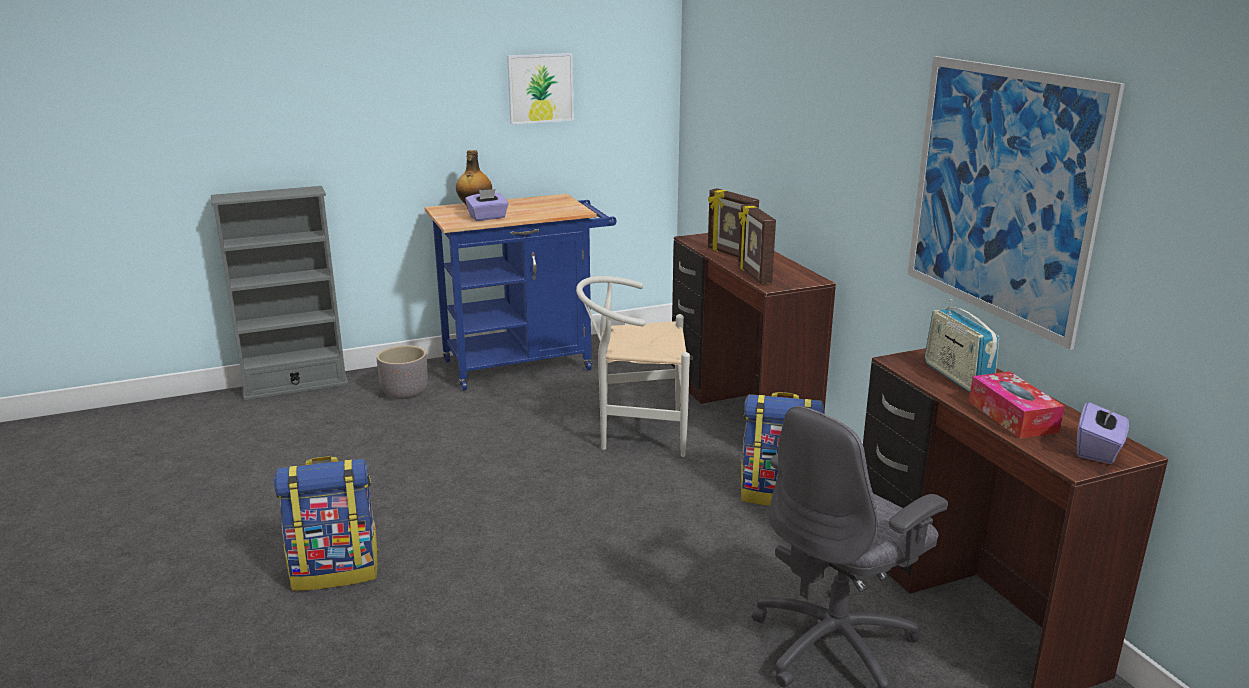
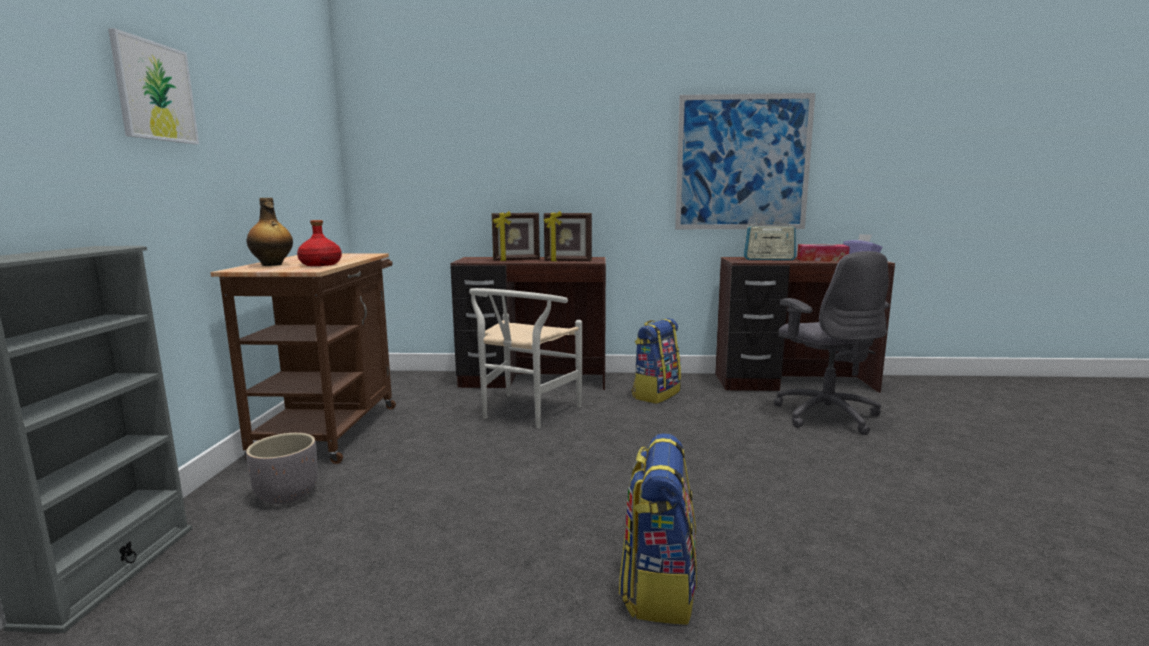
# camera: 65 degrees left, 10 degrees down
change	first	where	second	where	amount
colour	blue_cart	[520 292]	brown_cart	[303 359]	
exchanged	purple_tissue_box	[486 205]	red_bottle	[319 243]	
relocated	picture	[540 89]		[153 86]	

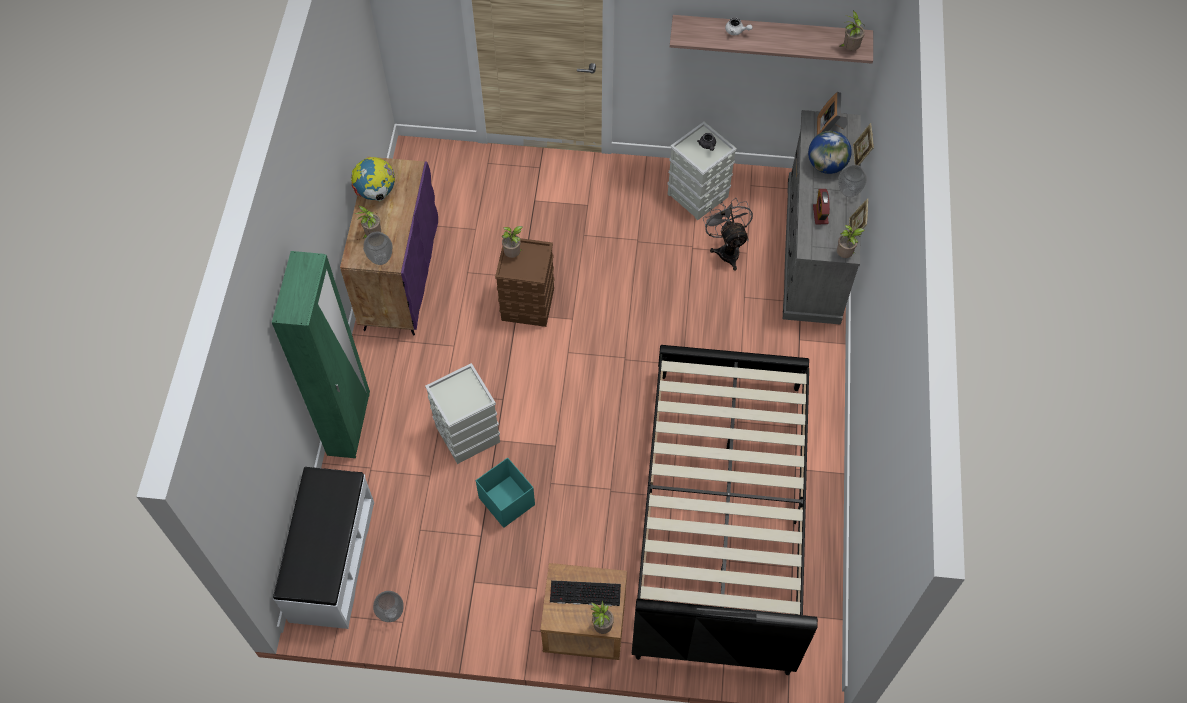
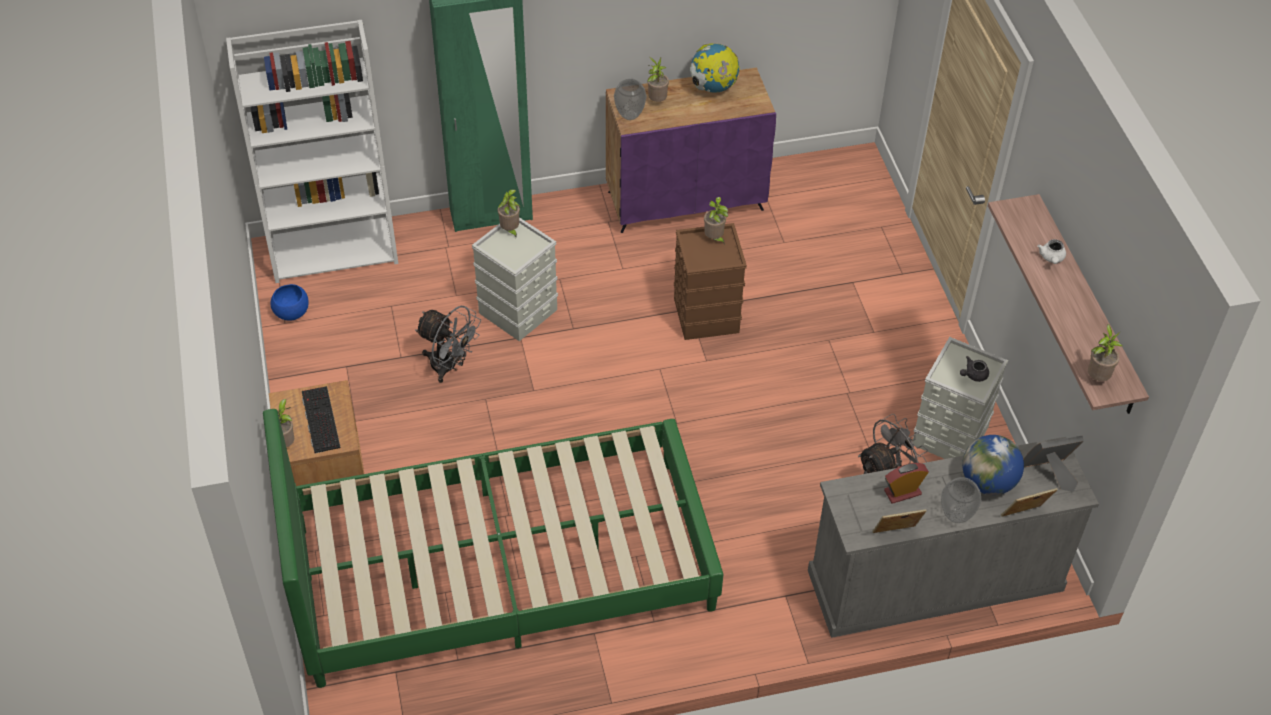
# camera: 70 degrees right, 10 degrees down
change	first	where	second	where	amount
exchanged	white_bench	[323 548]	white_bookcase	[312 151]	
exchanged	vase	[388 606]	blue_bowl	[290 302]	
exchanged	turquoise_storage_box	[505 492]	grey_fan	[448 344]	
colour	black_bed	[725 510]	green_bed	[493 548]	
relocated	potted_plant	[851 241]		[509 213]	

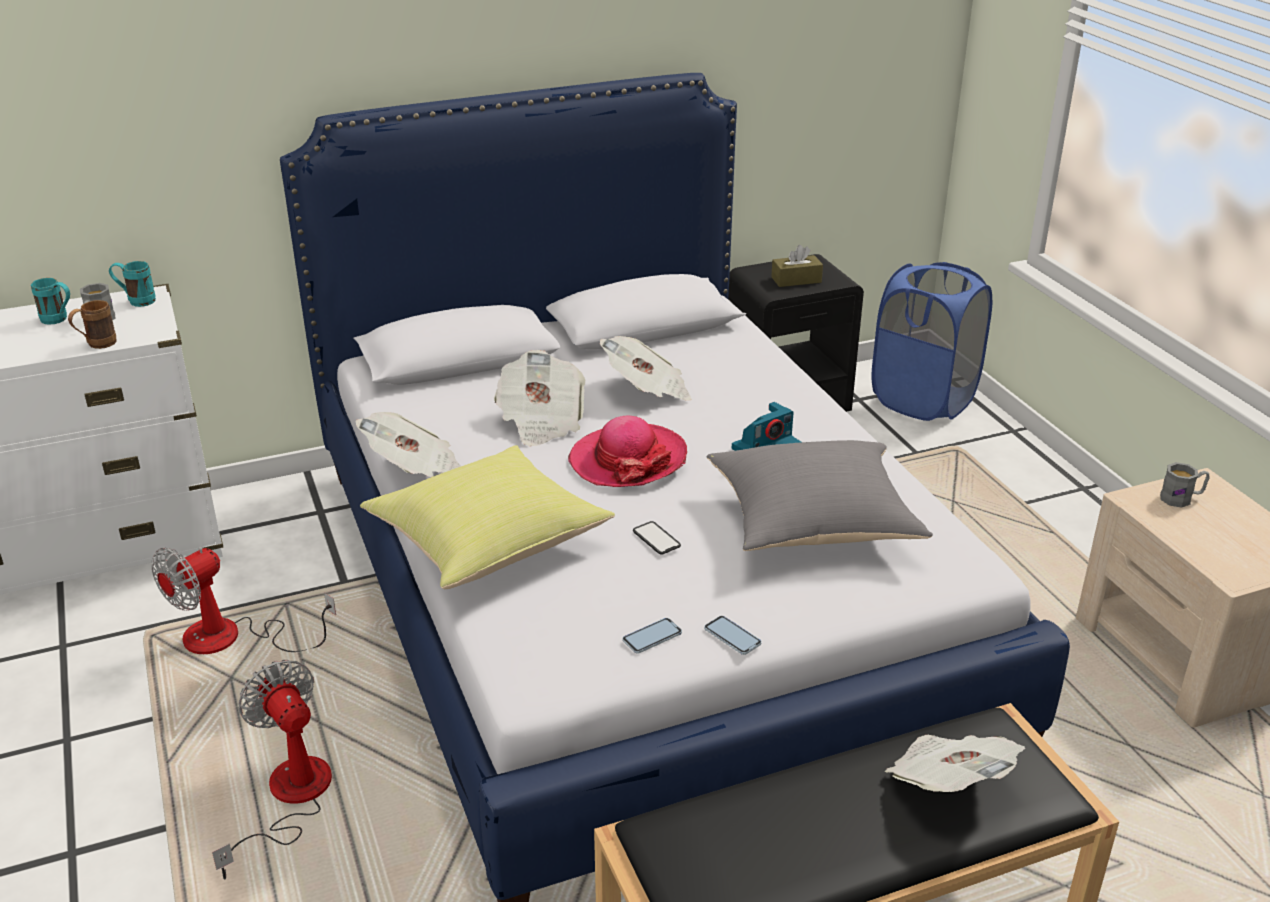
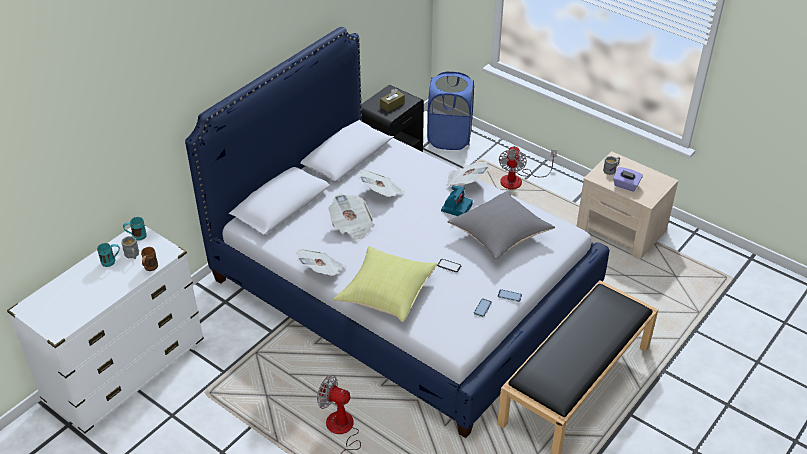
# camera: 30 degrees left, 10 degrees up
change	first	where	second	where	amount
relocated	fan	[243 600]		[528 167]	
missing	hat	[627 451]			
relocated	newspaper	[955 763]		[467 174]	
appeared			purple_tissue_box	[628 179]	

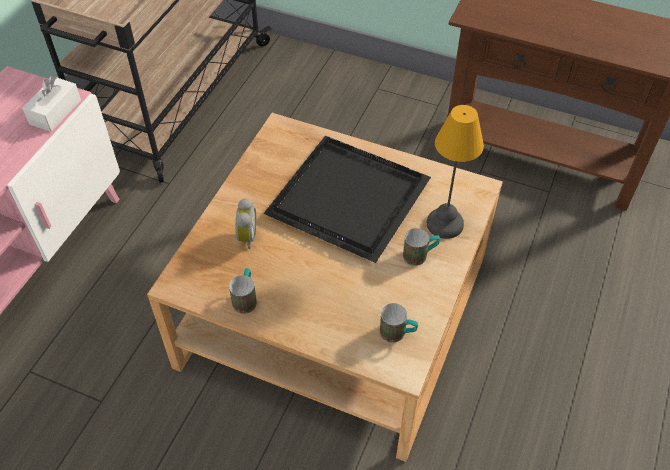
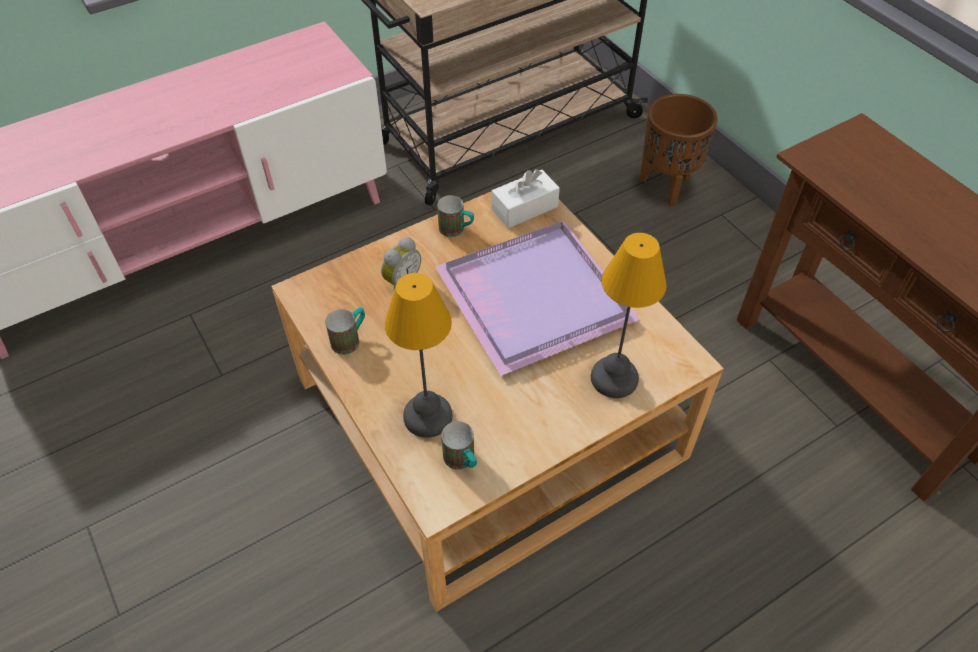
# camera: 35 degrees right, 0 degrees up
change	first	where	second	where	amount
relocated	white_tissue_box	[51 104]		[525 198]	
colour	black_tray	[347 199]	purple_tray	[537 298]	
relocated	mug	[421 247]		[455 216]	
appeared			table_lamp	[419 355]	
appeared			brown_planter	[679 150]	

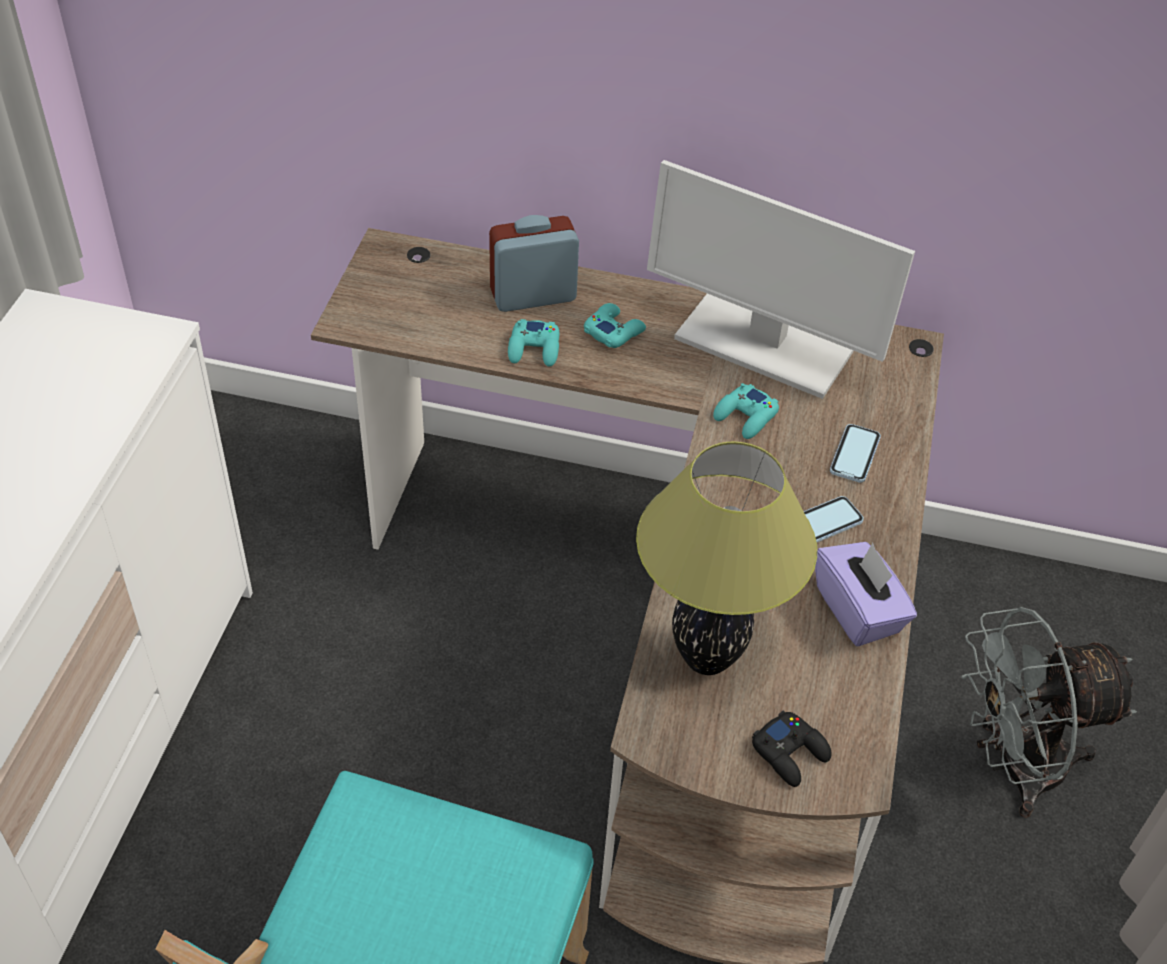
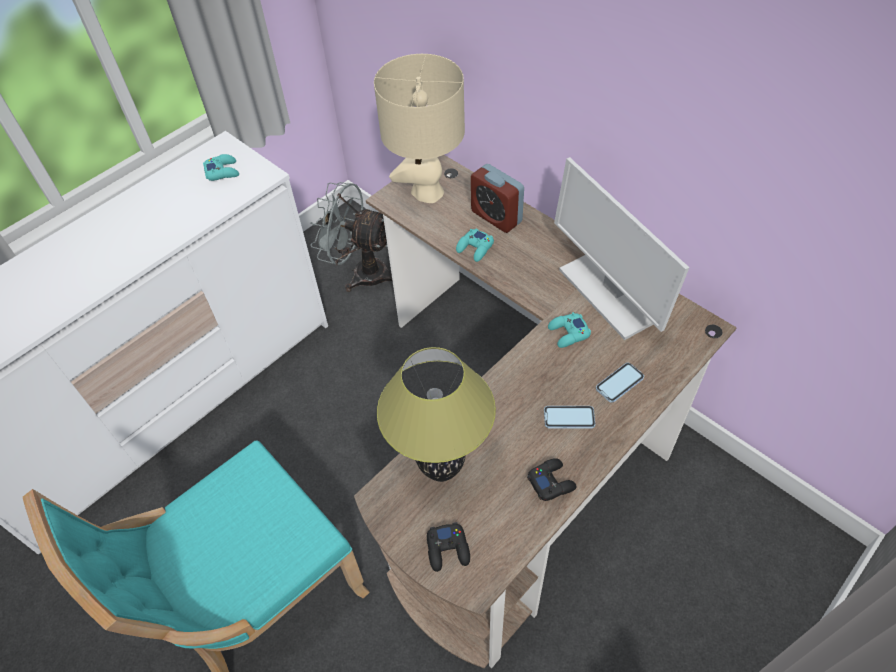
# camera: 35 degrees right, 5 degrees up
change	first	where	second	where	amount
spun	alarm_clock	[534 263]		[497 198]	150 degrees counterclockwise
relocated	turquoise_game_controller	[615 325]		[221 167]	
exchanged	purple_tissue_box	[866 594]	black_game_controller	[552 479]	
relocated	grey_fan	[1049 712]		[351 237]	
appeared			beige_table_lamp	[419 128]	

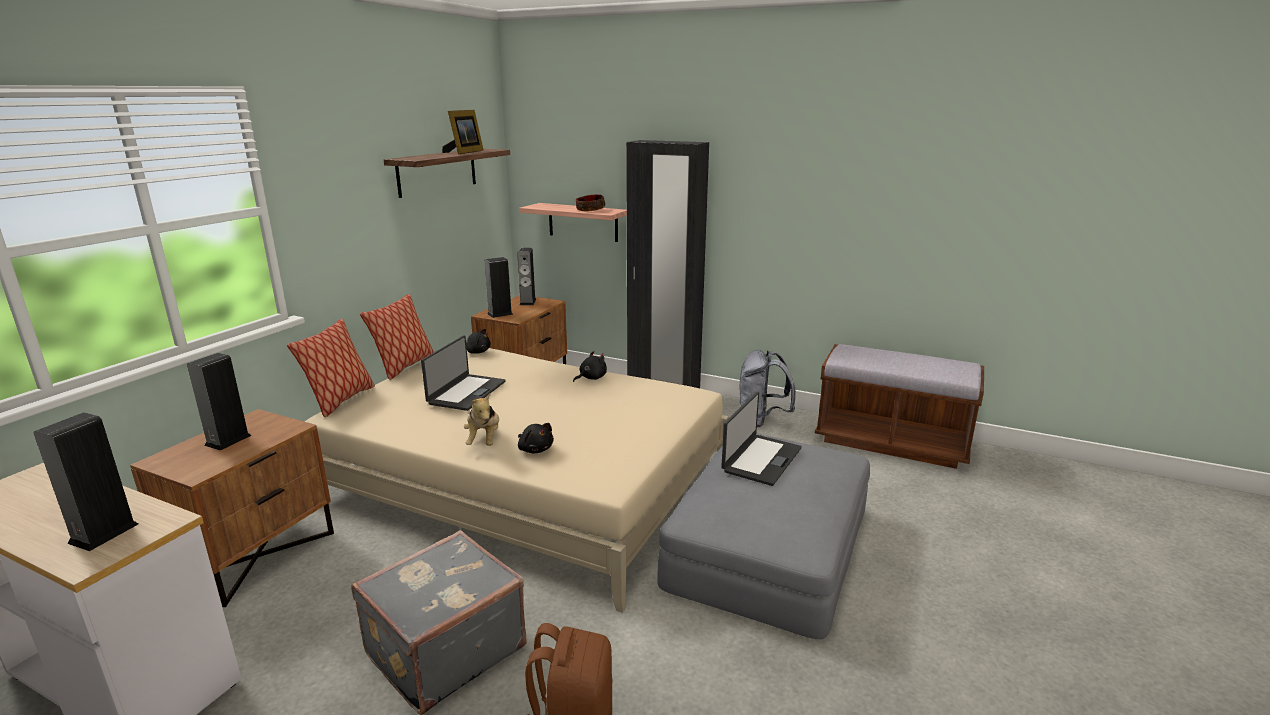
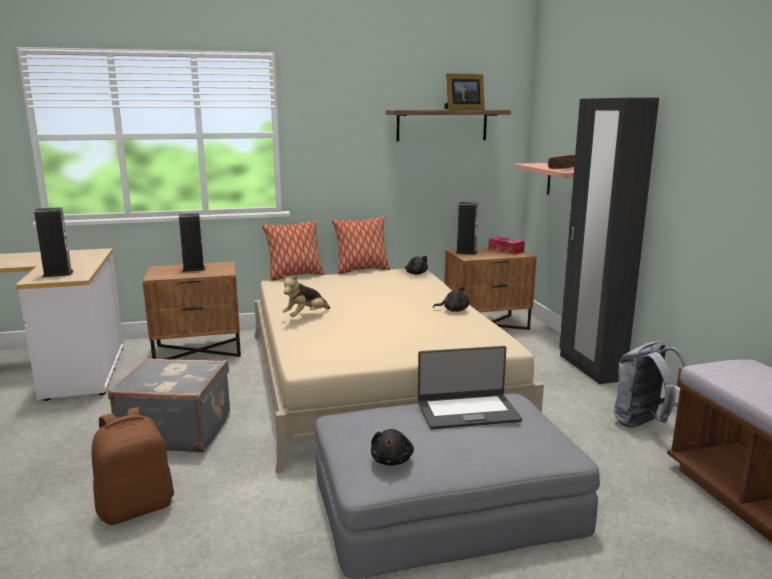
# camera: 50 degrees right, 5 degrees down
change	first	where	second	where	amount
missing	laptop	[463 373]			
exchanged	speaker	[526 276]	tissue_box	[506 245]	
relocated	black_plush_toy	[536 438]		[392 447]	

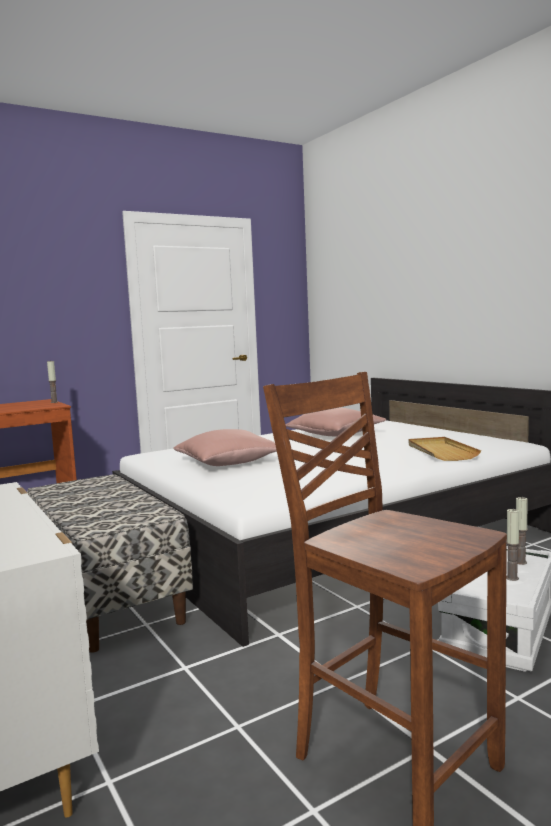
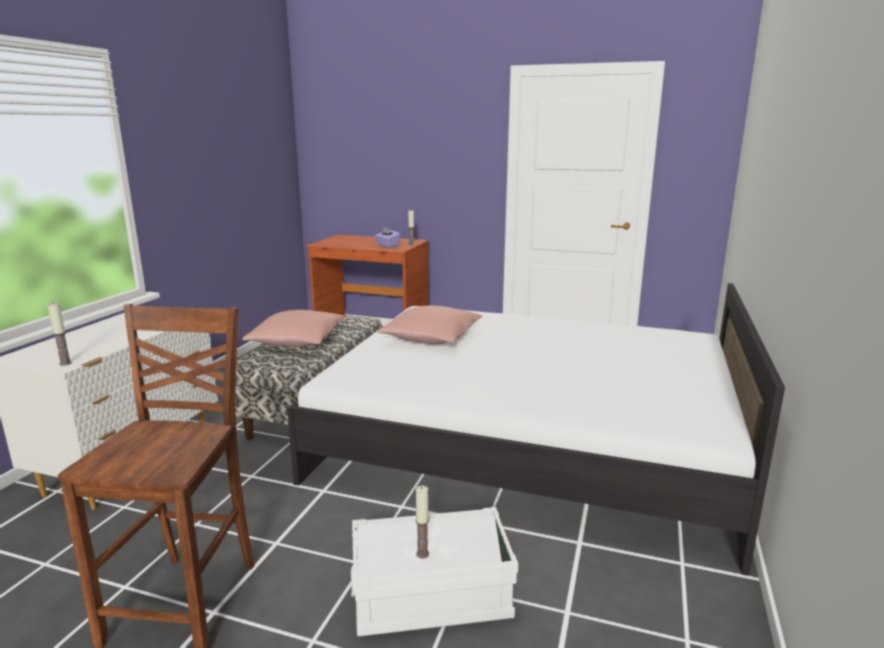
# camera: 50 degrees right, 10 degrees up
change	first	where	second	where	amount
relocated	pink_pillow	[336 421]		[293 328]	
missing	beige_tray	[445 449]			
relocated	candle	[522 531]		[59 334]	
appeared			purple_tissue_box	[387 237]	

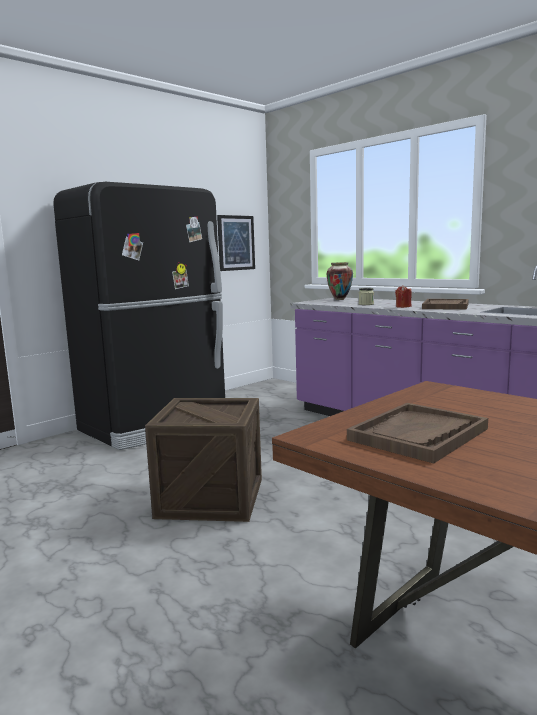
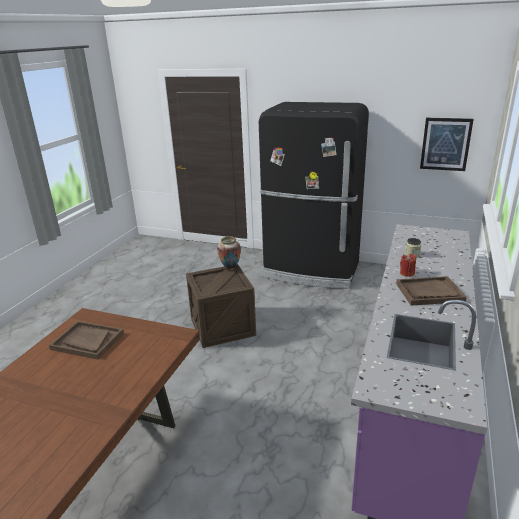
# camera: 65 degrees right, 15 degrees up
change	first	where	second	where	amount
relocated	vase	[340 281]		[229 253]	

